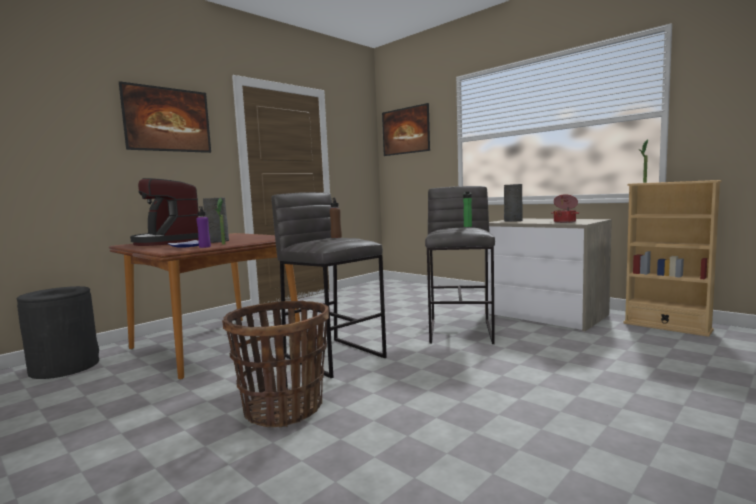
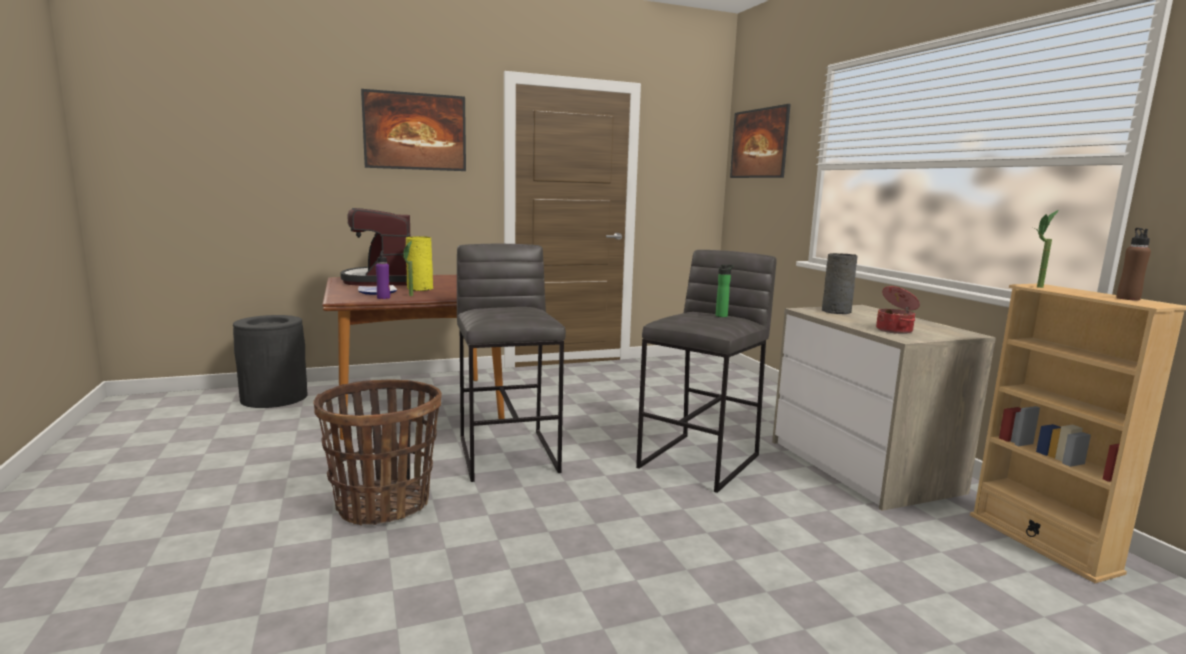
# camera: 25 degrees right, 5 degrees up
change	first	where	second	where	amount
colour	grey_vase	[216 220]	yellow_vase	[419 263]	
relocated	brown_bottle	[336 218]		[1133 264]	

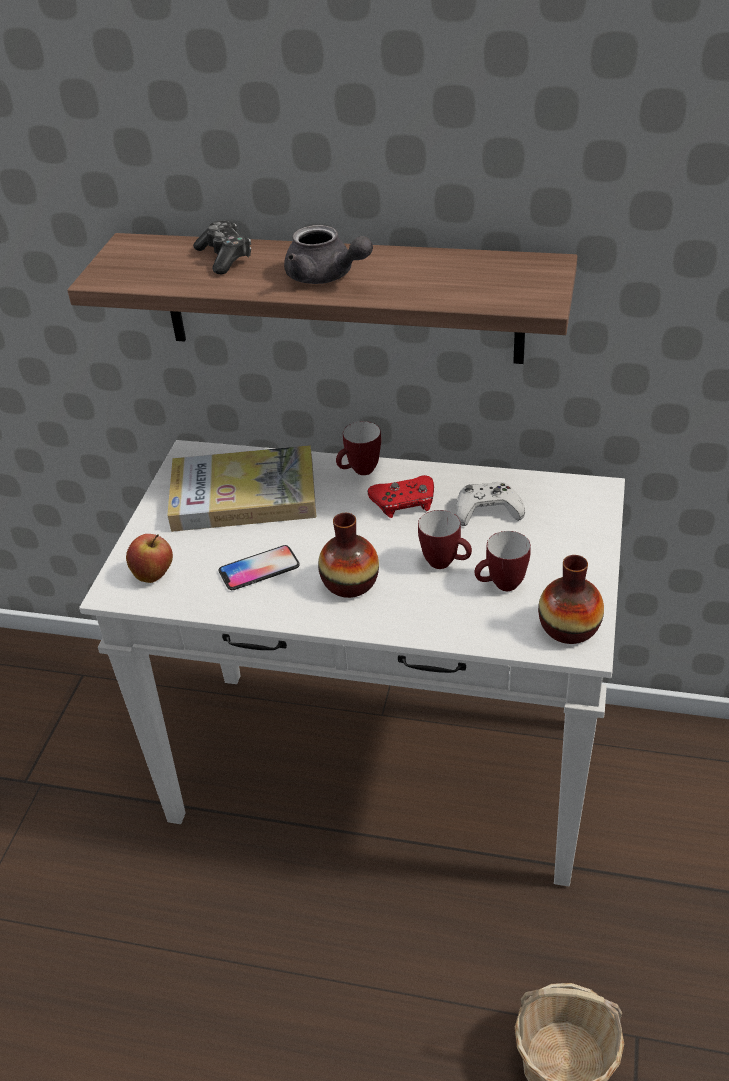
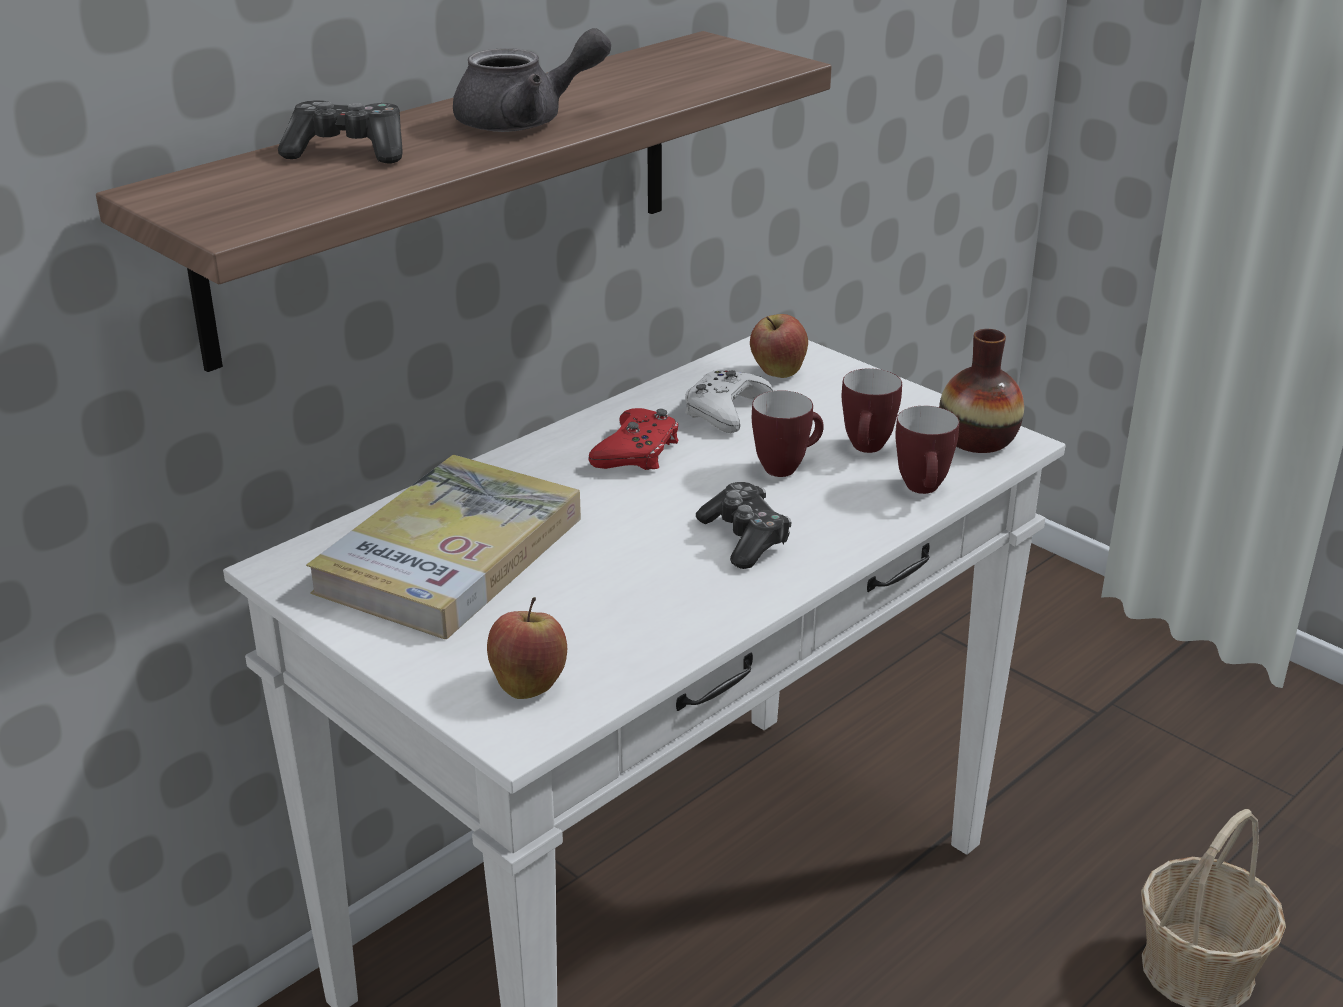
# camera: 60 degrees left, 10 degrees down
change	first	where	second	where	amount
missing	phone	[259 567]			
exchanged	vase	[348 555]	game_controller	[743 525]	
relocated	mug	[358 448]		[927 450]	
appeared			apple	[779 346]	

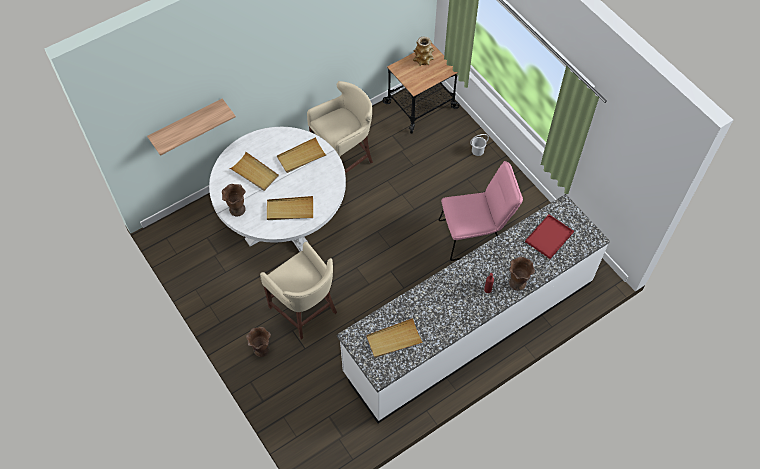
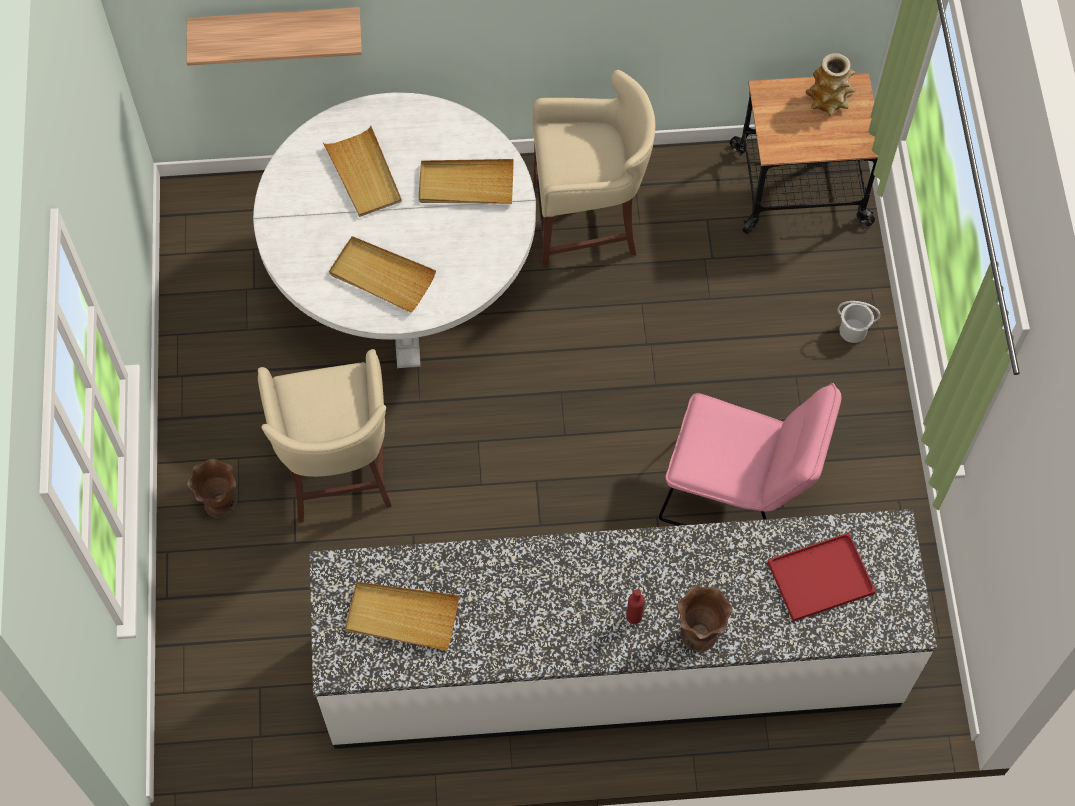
# camera: 30 degrees right, 5 degrees up
change	first	where	second	where	amount
missing	brown_vase	[234 200]			

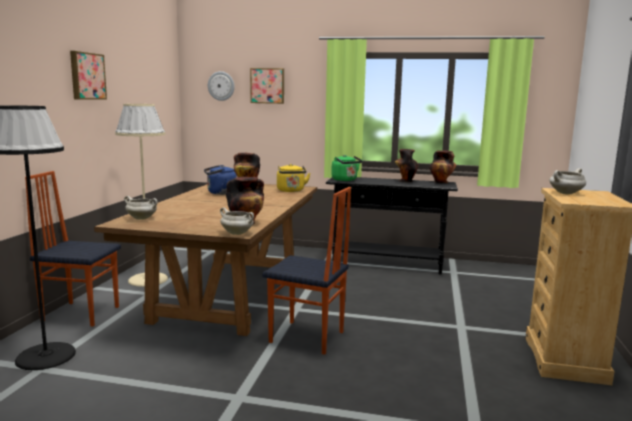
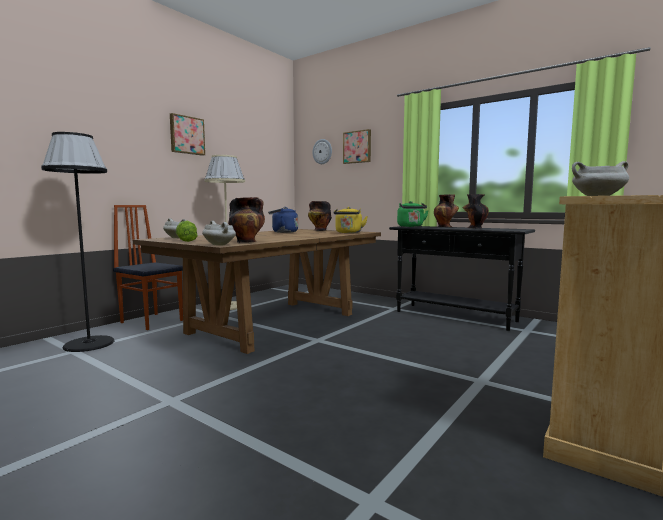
# camera: 25 degrees right, 5 degrees down
change	first	where	second	where	amount
missing	chair	[306 271]			
relocated	vase	[442 167]		[446 210]	
appeared			lettuce	[187 231]	

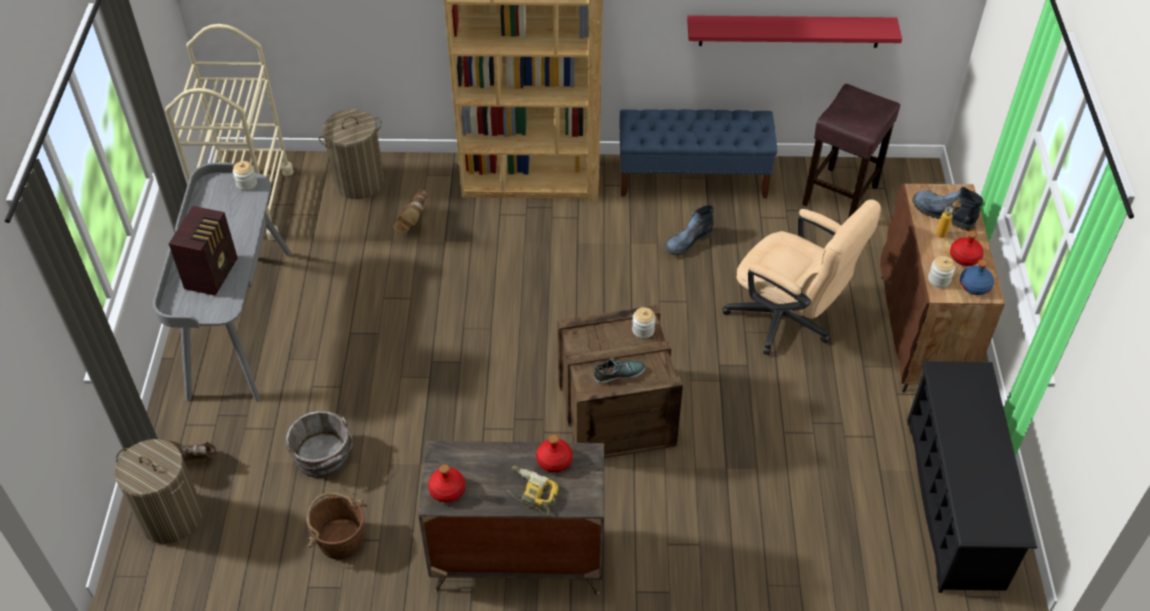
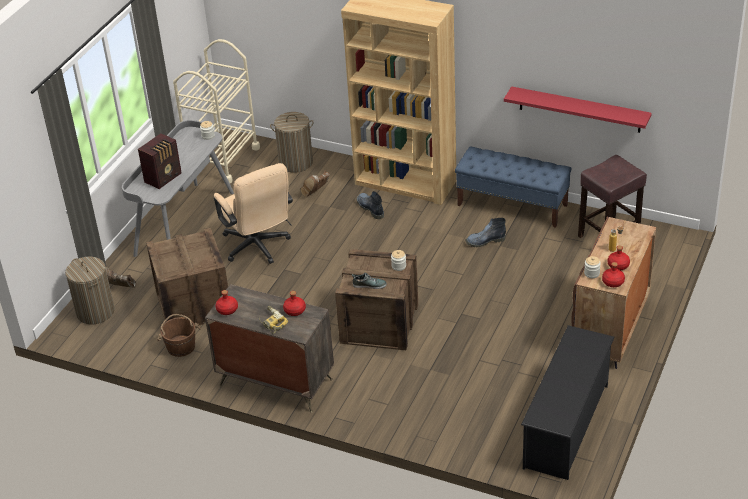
# camera: 25 degrees right, 10 degrees down
change	first	where	second	where	amount
exchanged	grey_bucket	[319 444]	crate	[187 276]	
relocated	beige_office_chair	[802 277]		[253 213]	
relocated	boot	[947 209]		[370 205]	
colour	blue_bottle	[977 277]	red_bottle	[613 274]	

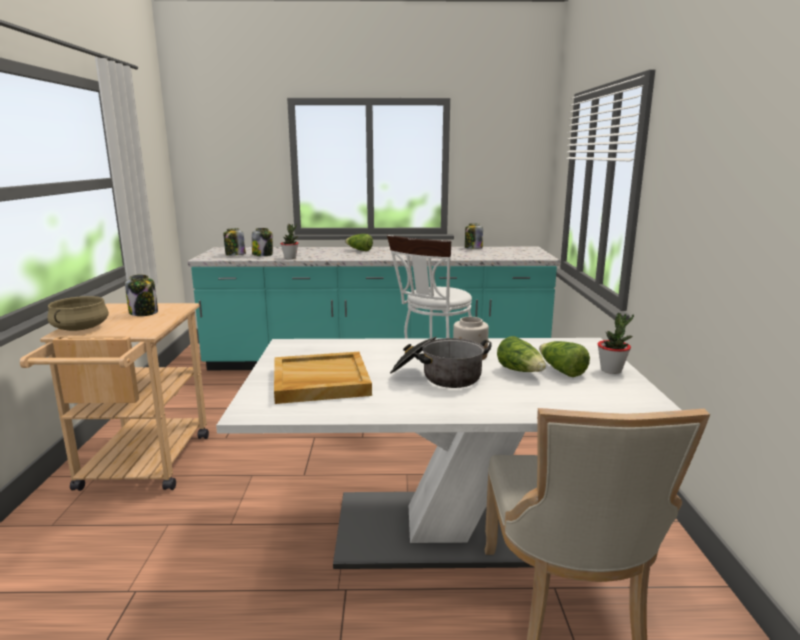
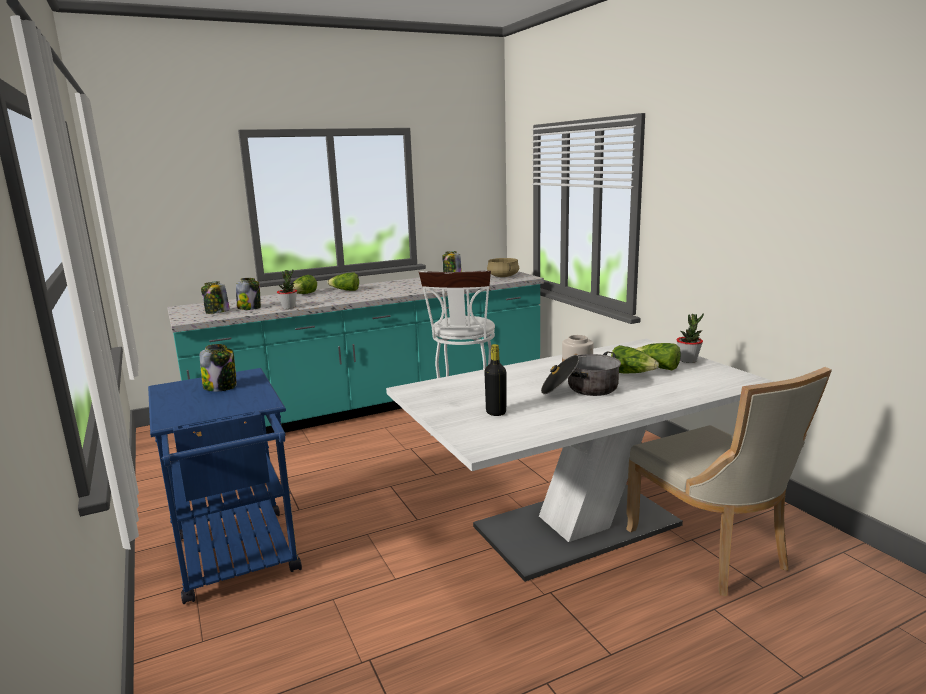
# camera: 25 degrees left, 0 degrees up
change	first	where	second	where	amount
colour	beige_cart	[114 397]	blue_cart	[225 486]	
relocated	beige_cooking_pot	[78 313]		[503 267]	
exchanged	beige_tray	[323 378]	black_bottle	[495 380]	
appeared			lettuce	[305 284]	

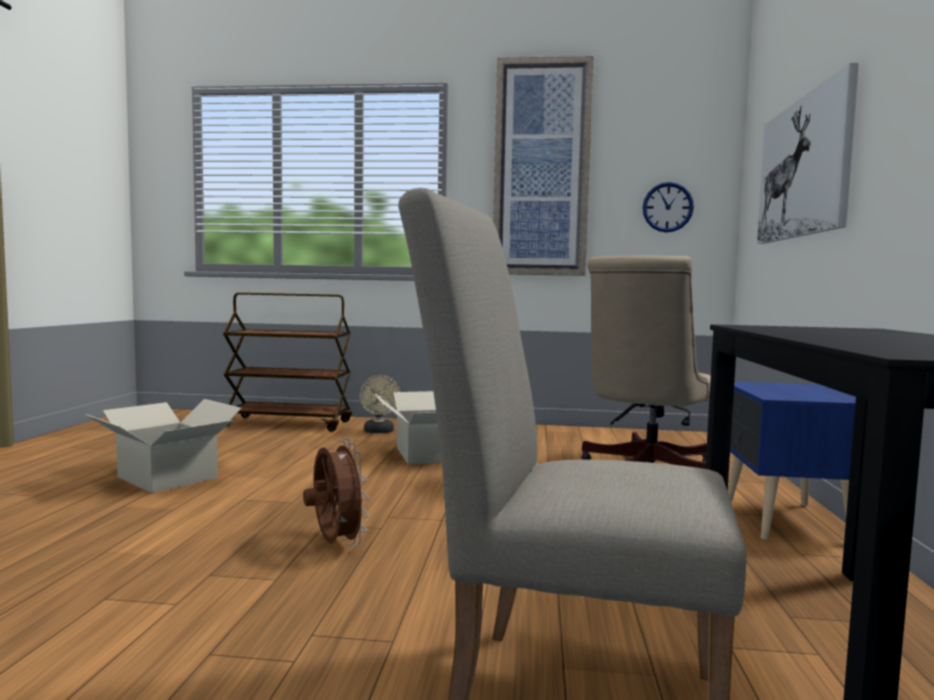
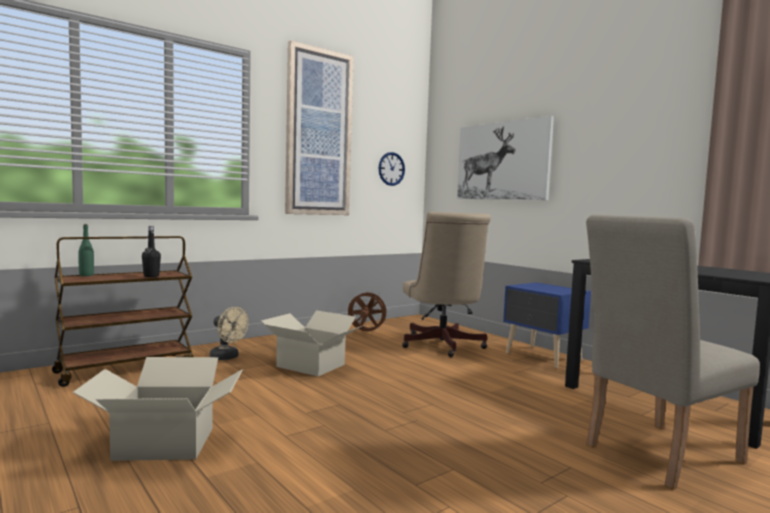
# camera: 45 degrees left, 0 degrees up
change	first	where	second	where	amount
relocated	brown_fan	[336 492]		[368 311]	
appeared			green_bottle	[86 250]	
appeared			black_bottle	[151 251]	

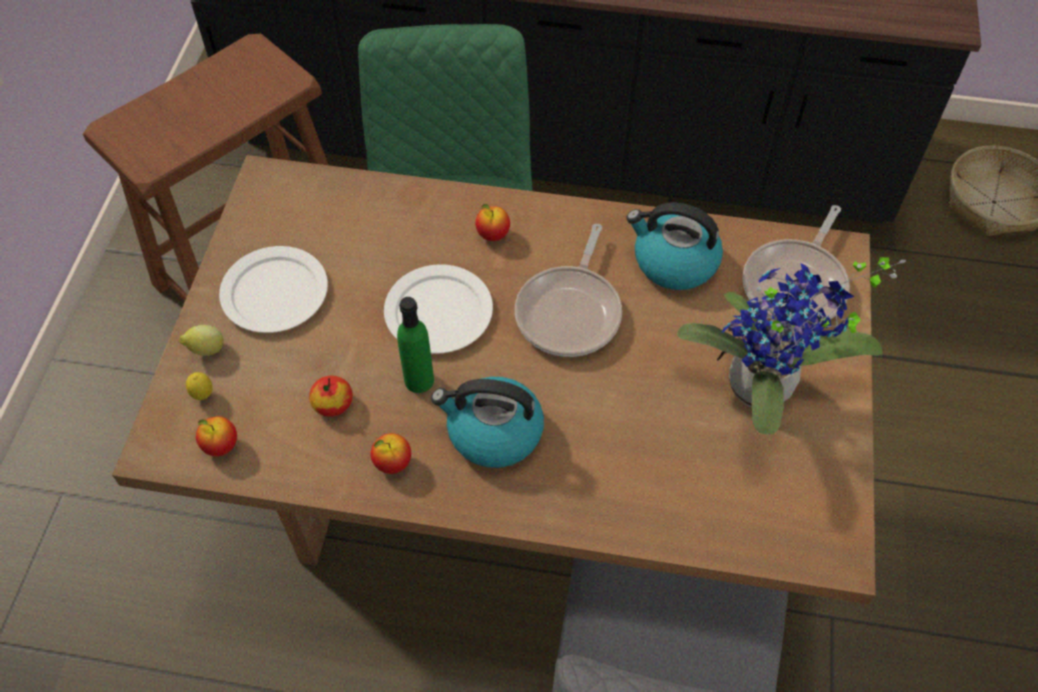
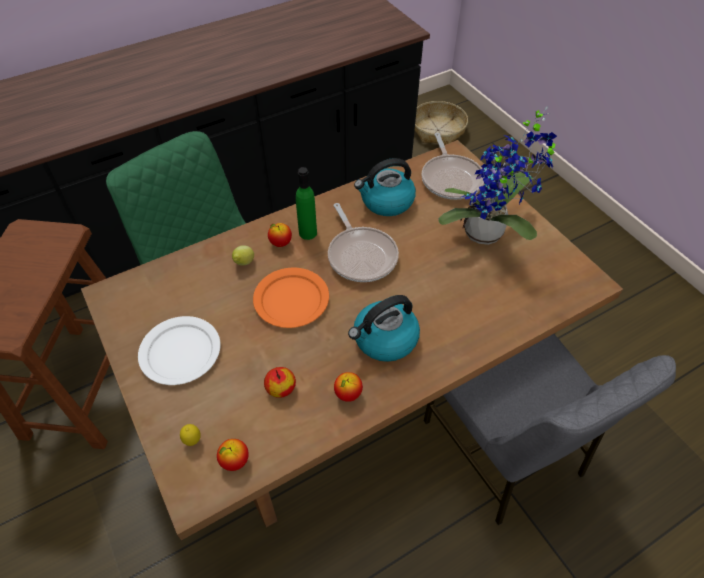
# camera: 40 degrees left, 5 degrees down
change	first	where	second	where	amount
relocated	lemon	[201 340]		[243 255]	
colour	white_plate	[438 309]	orange_plate	[291 298]	
relocated	green_bottle	[415 345]		[306 203]	

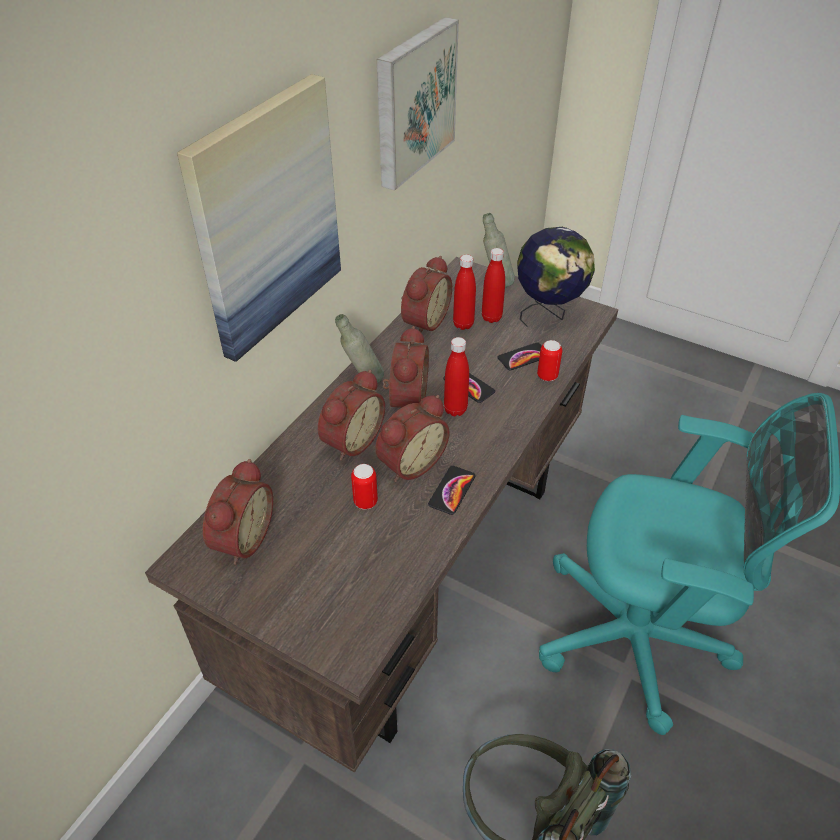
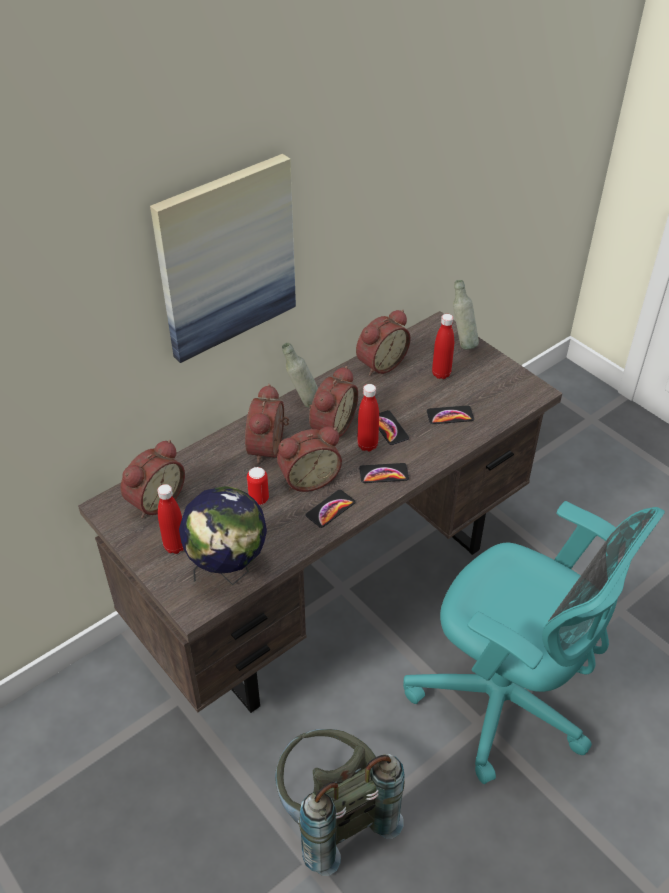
# camera: 20 degrees right, 0 degrees up
change	first	where	second	where	amount
spun	alarm_clock	[351 415]		[267 424]	135 degrees clockwise
missing	picture	[418 104]			
relocated	red_bottle	[464 292]		[170 519]	
relocated	globe	[556 277]		[223 535]	
missing	can	[549 360]			
appeared			phone	[384 473]	

